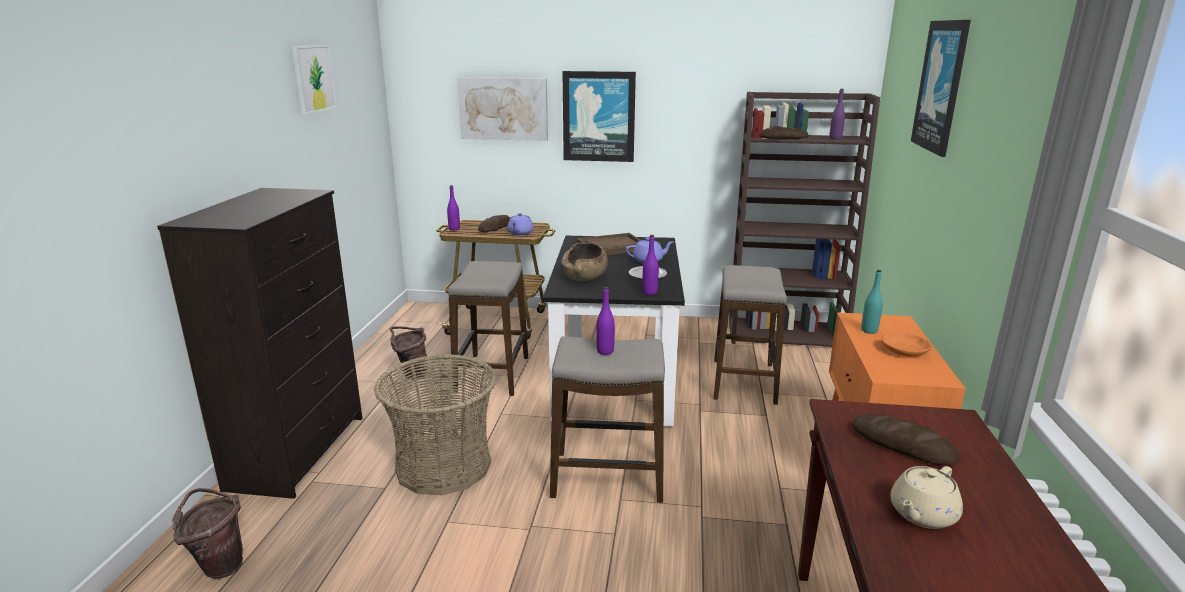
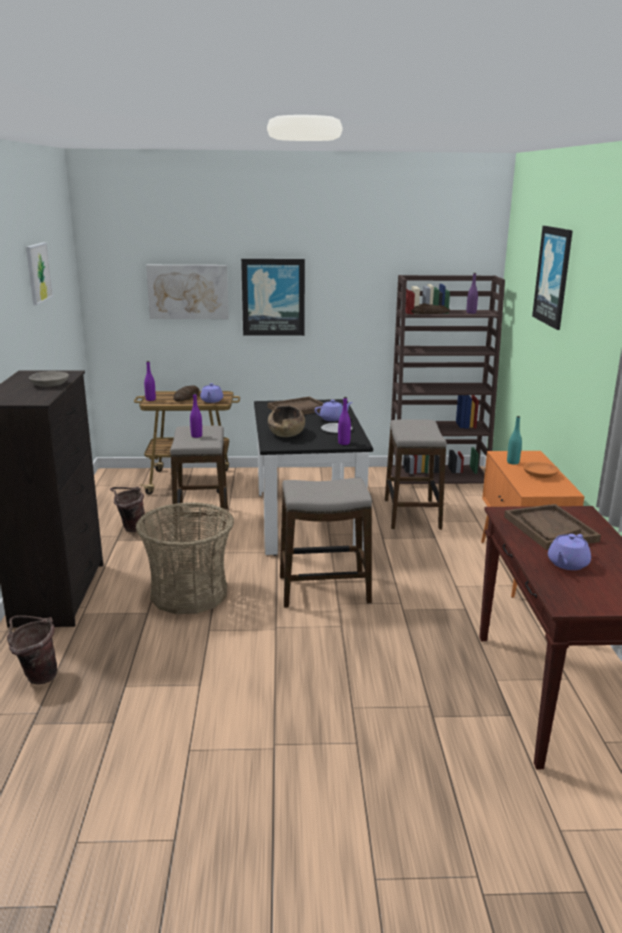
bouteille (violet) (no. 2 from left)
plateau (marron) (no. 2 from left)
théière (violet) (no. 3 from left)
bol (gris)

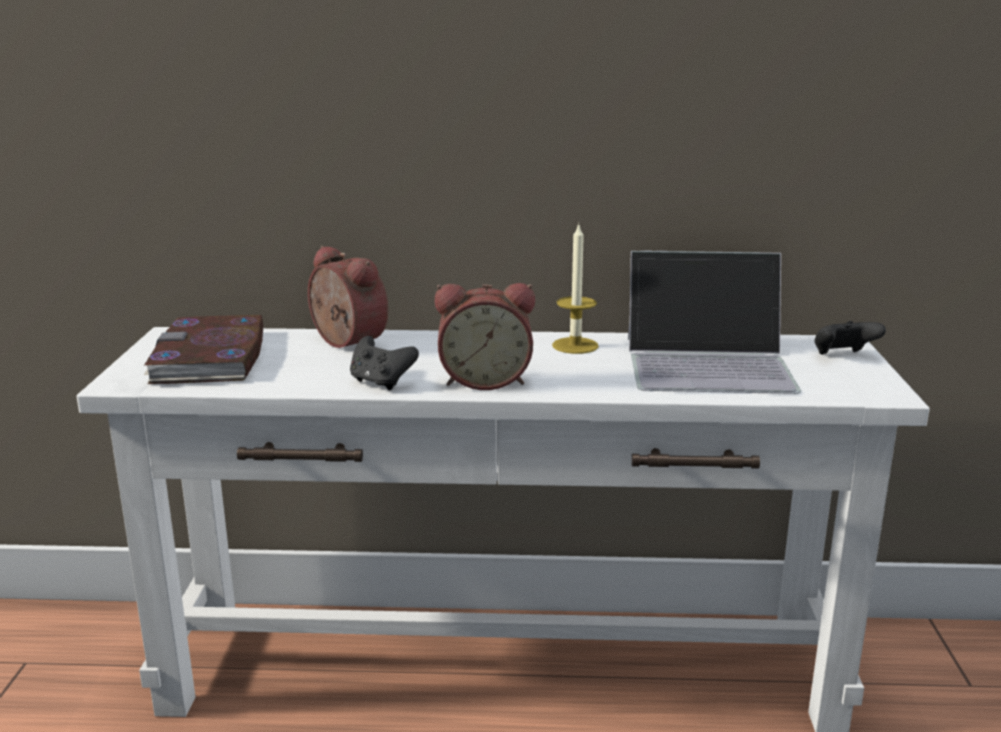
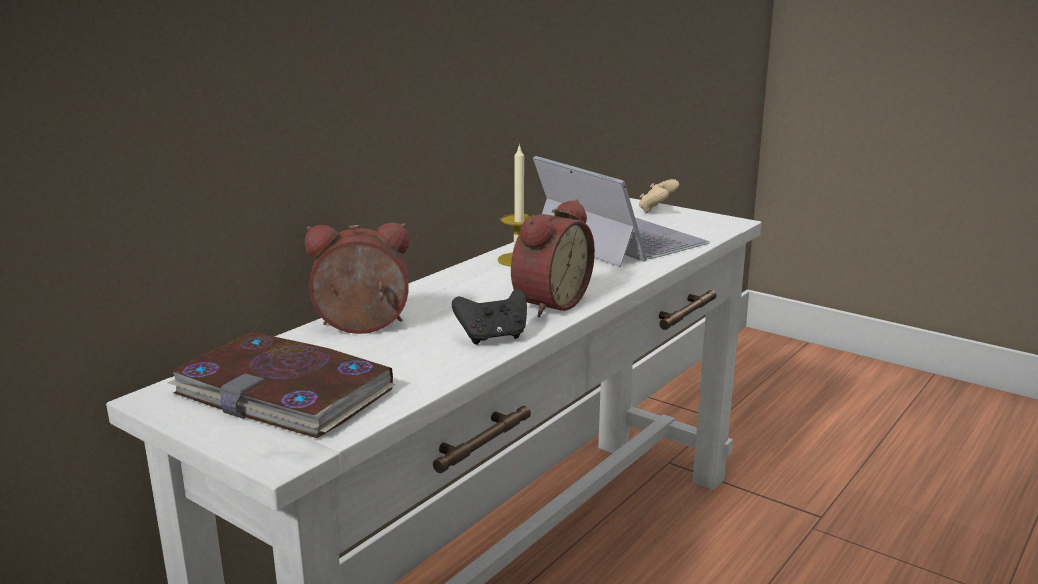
ordinateur portable
manette (beige)

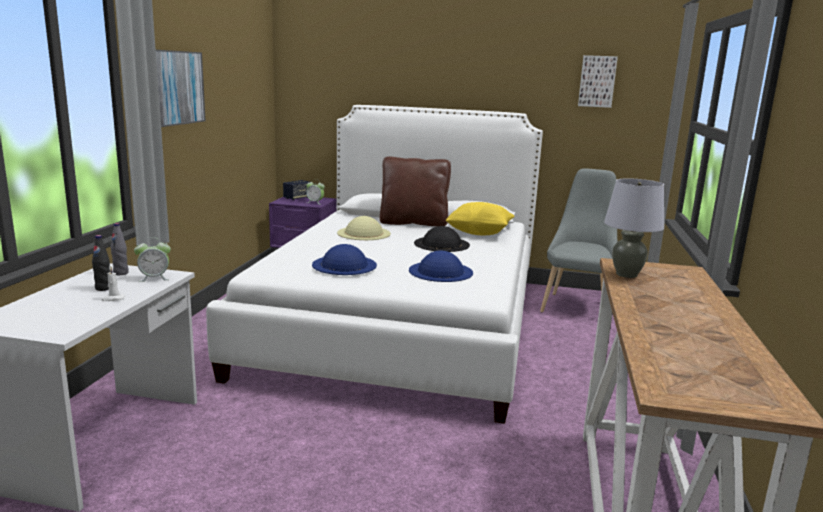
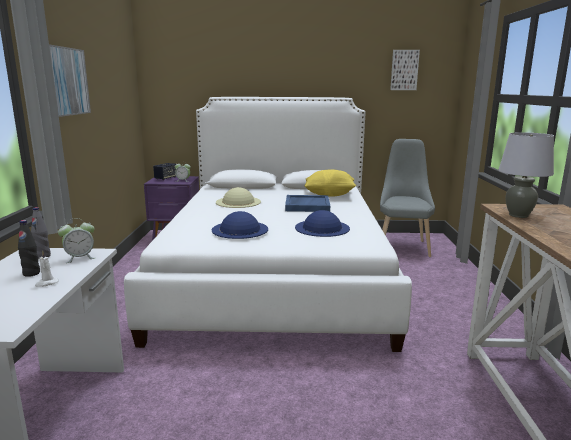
coussin (marron)
plateau (bleu)

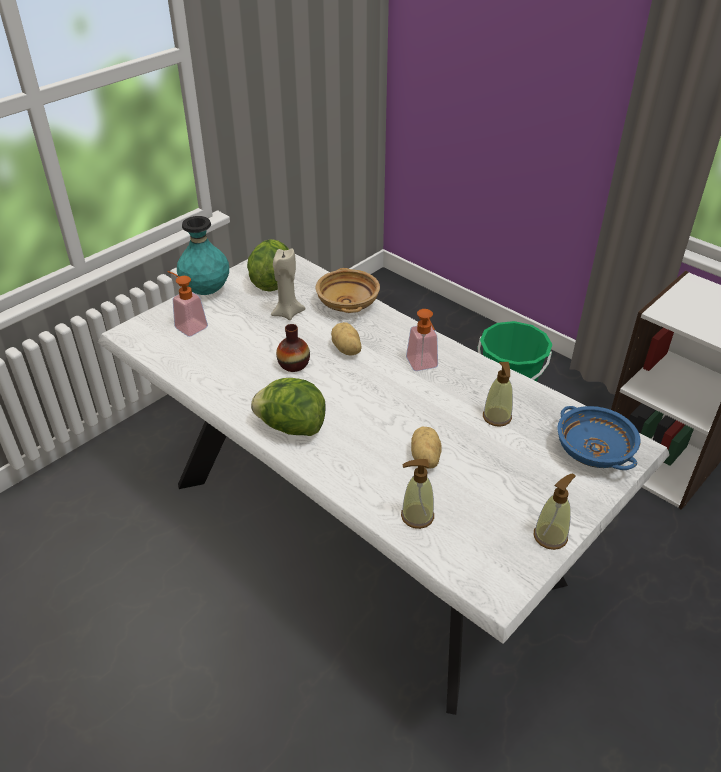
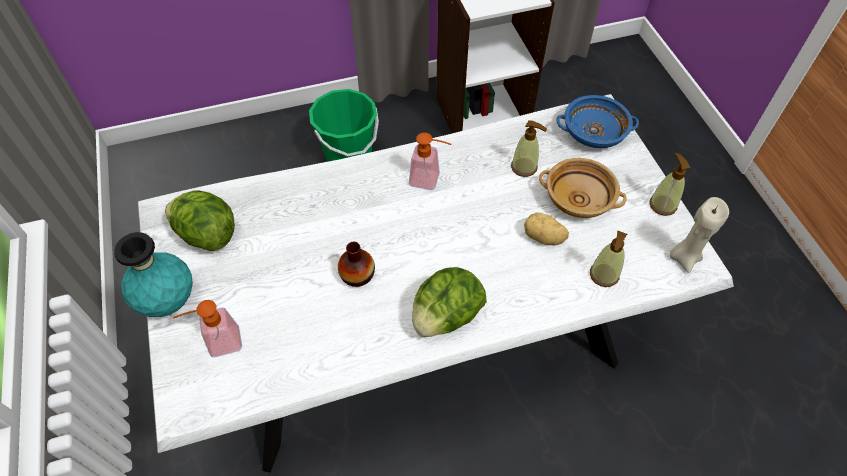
bougie (beige)
bol (beige)
pomme de terre (no. 1 from left in the first image)

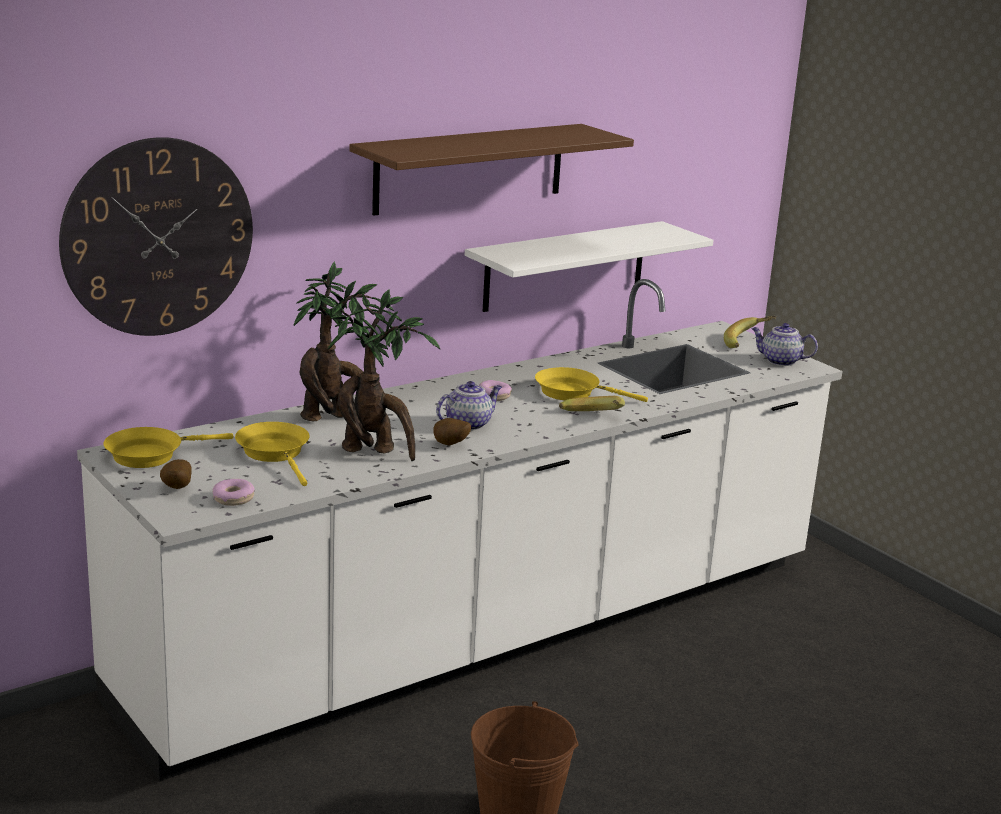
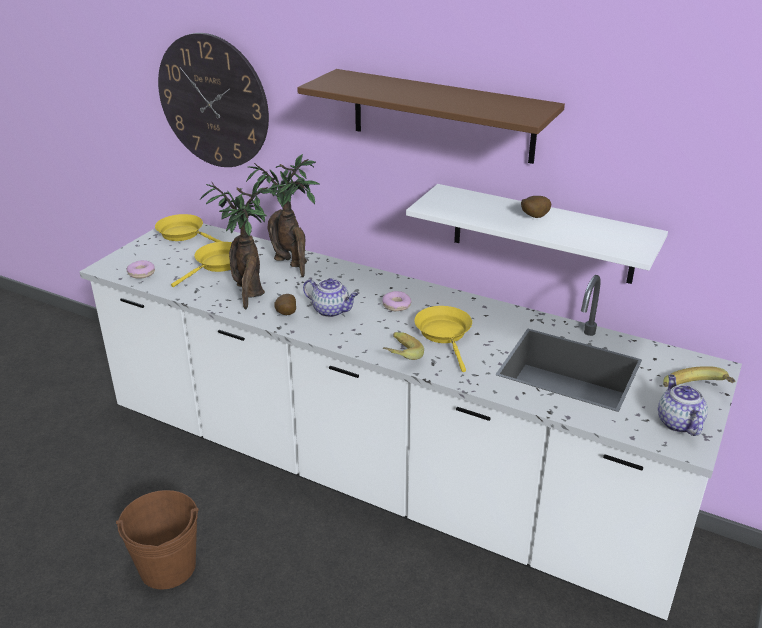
pomme de terre (no. 2 from left)

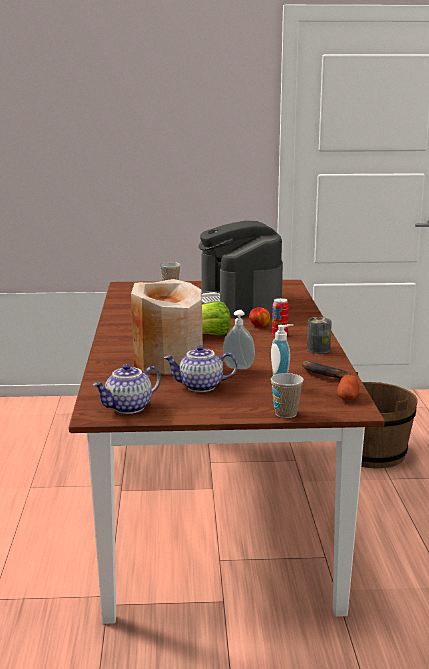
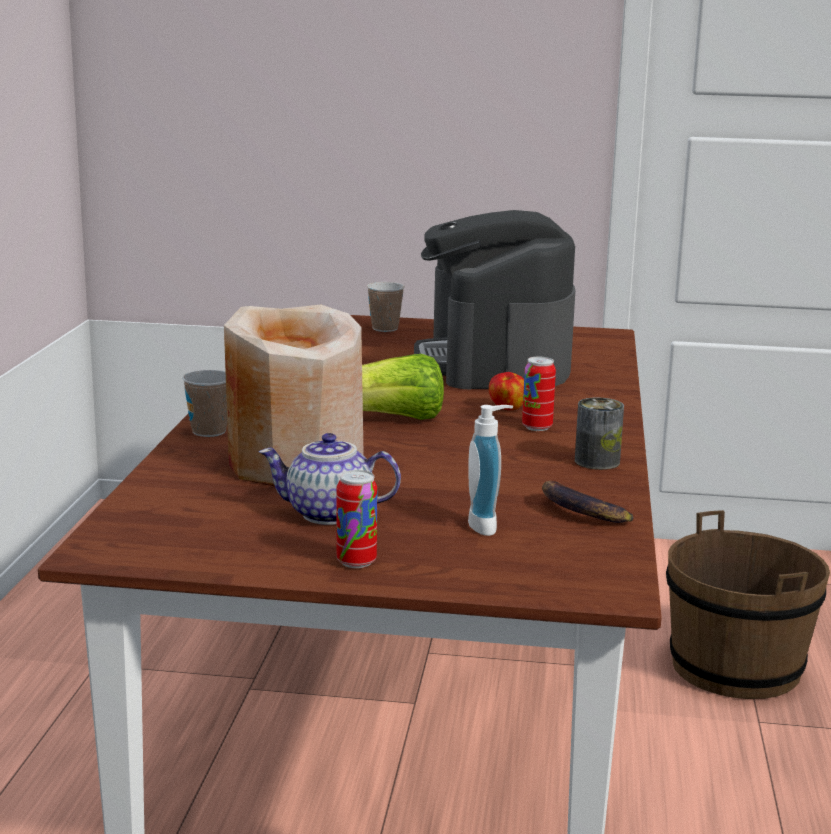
théière (no. 1 from left in the first image)
distributeur de savon (no. 1 from left in the first image)
tasse (no. 1 from left)
pomme de terre
boîte métallique (no. 1 from left)

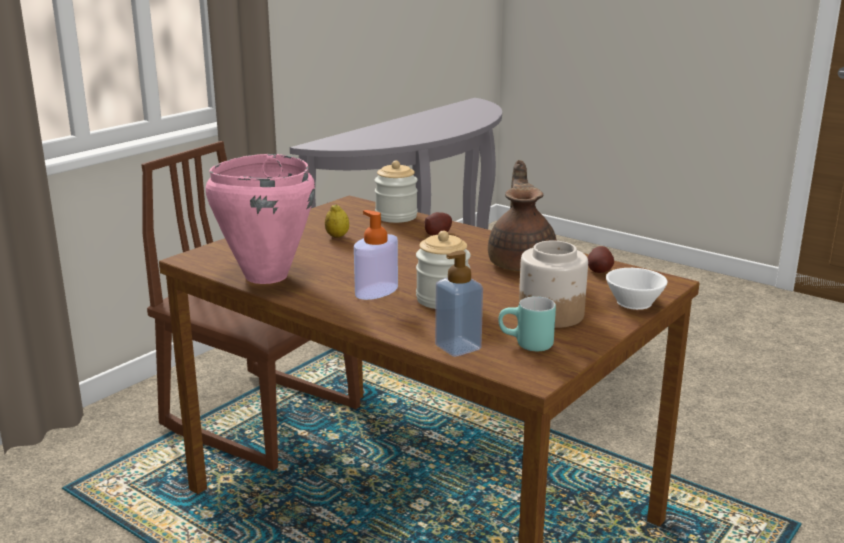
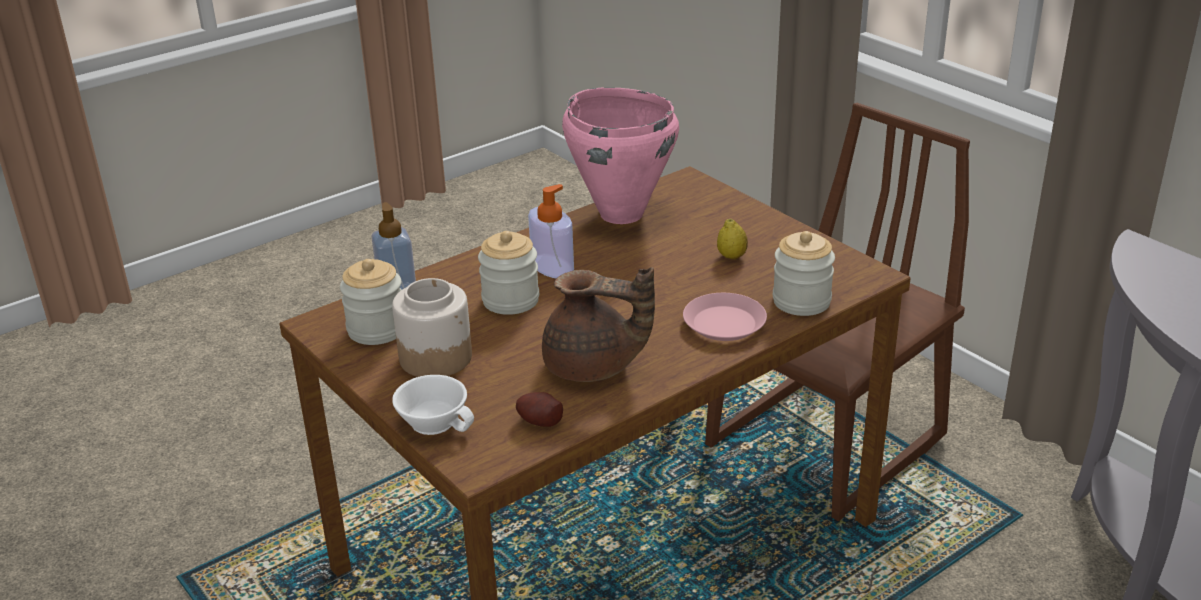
assiette (rose)
bocal (no. 1 from left)

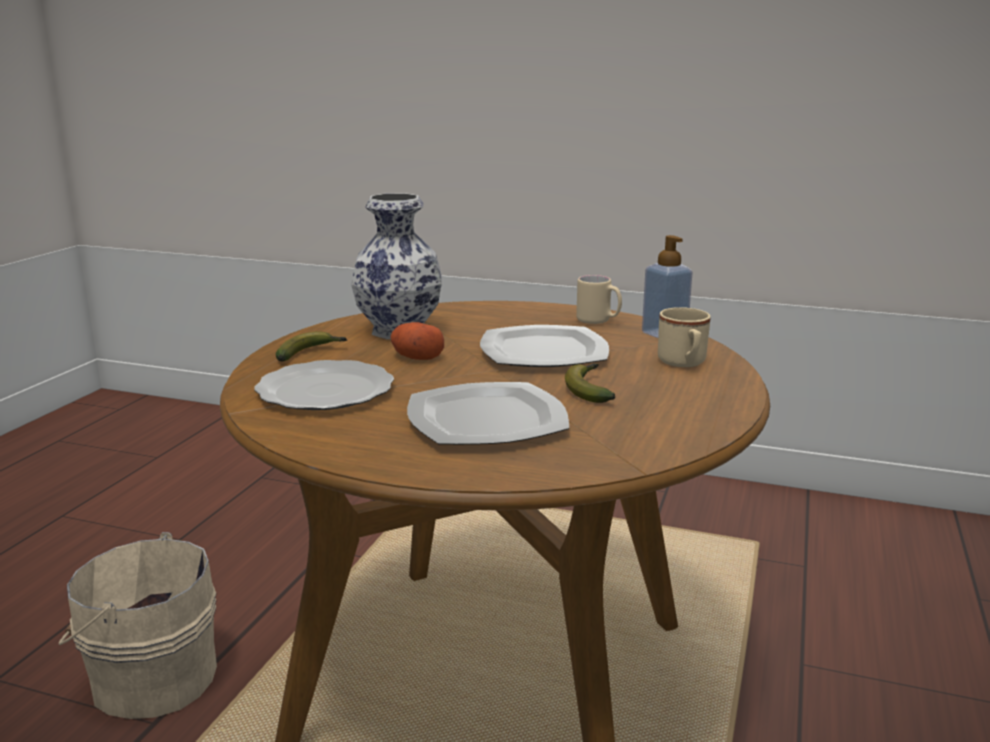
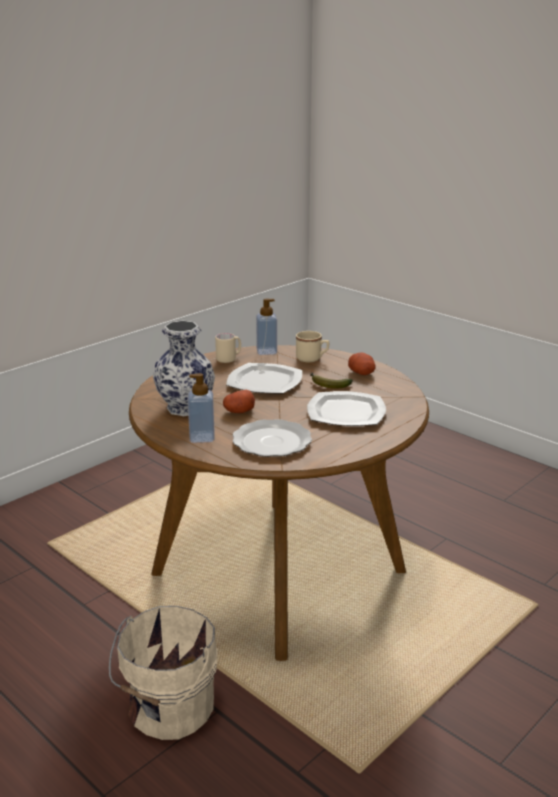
distributeur de savon (no. 1 from left)
pomme de terre (no. 2 from left)

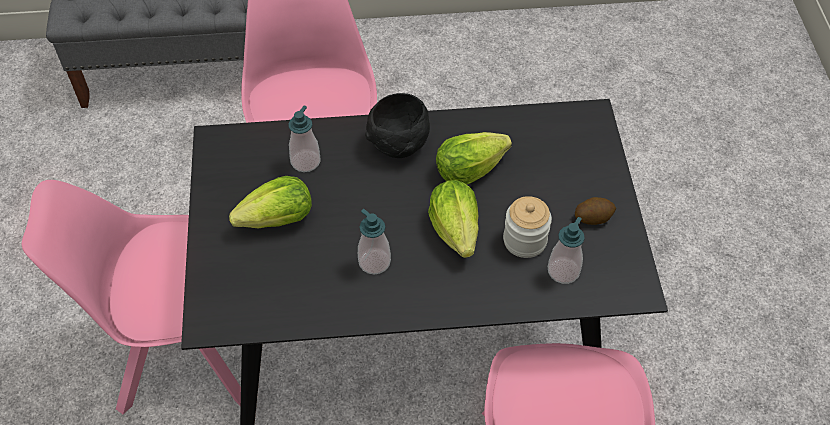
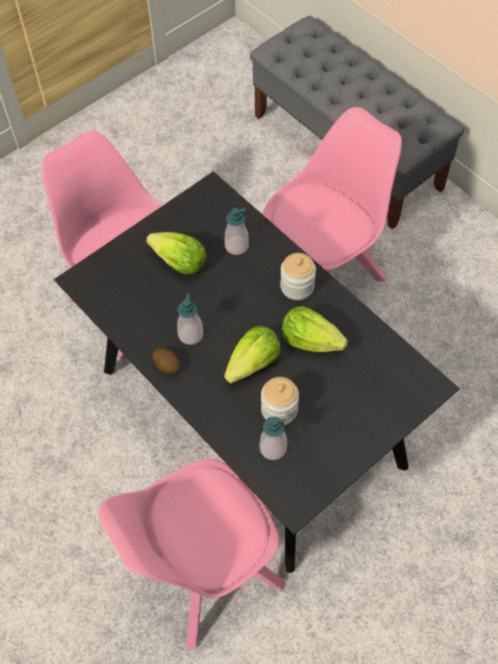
bocal (no. 2 from left)
pomme de terre

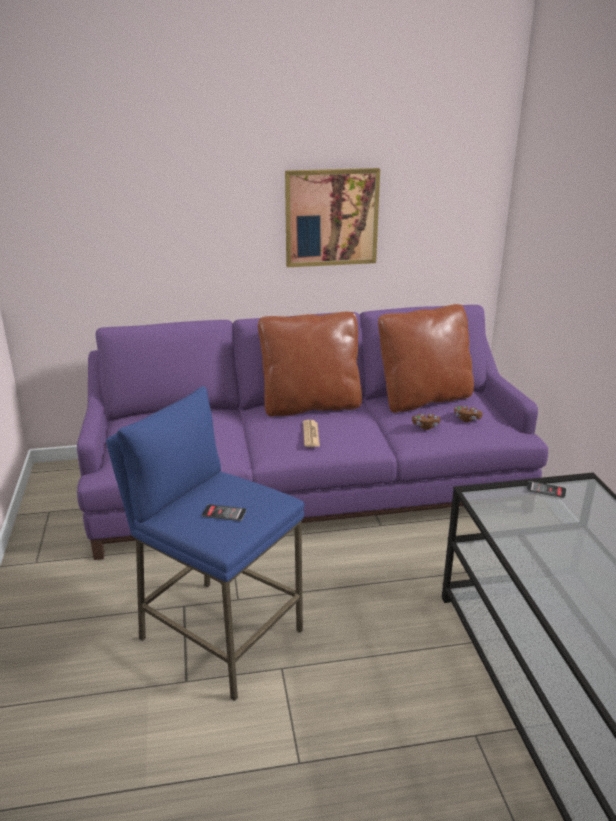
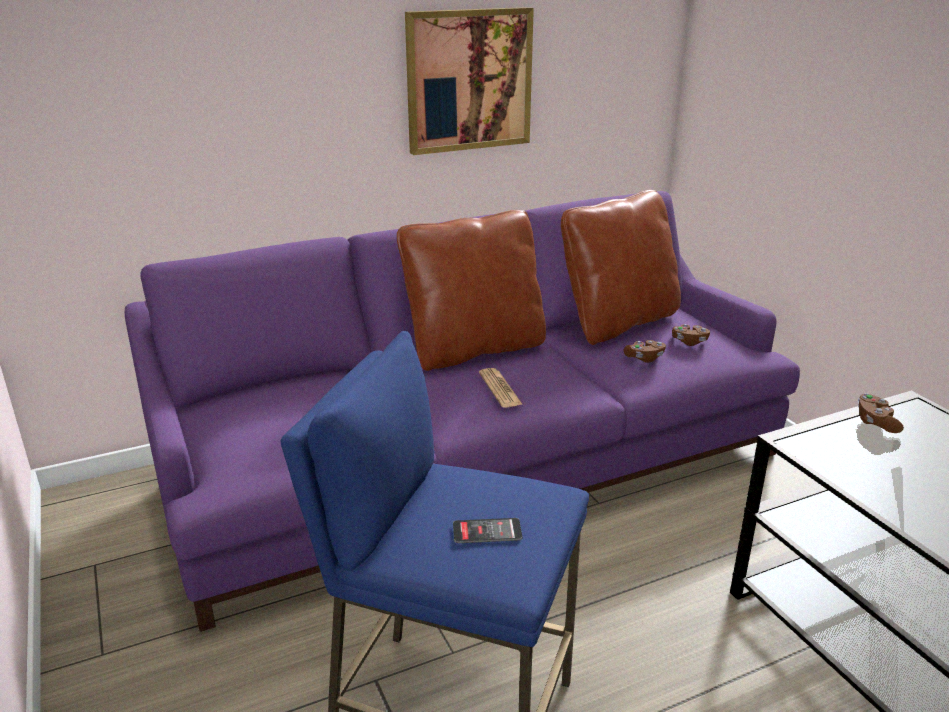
manette (marron) (no. 3 from left)

